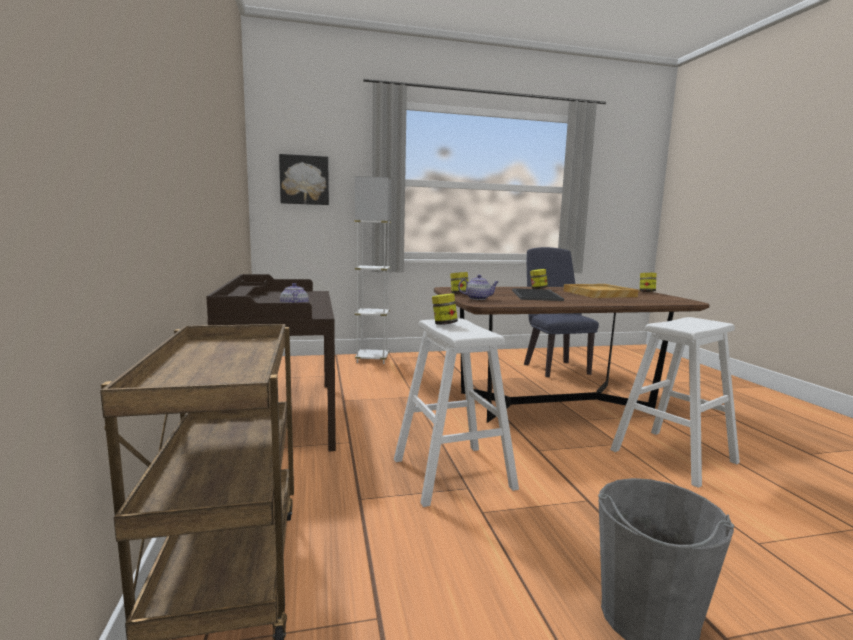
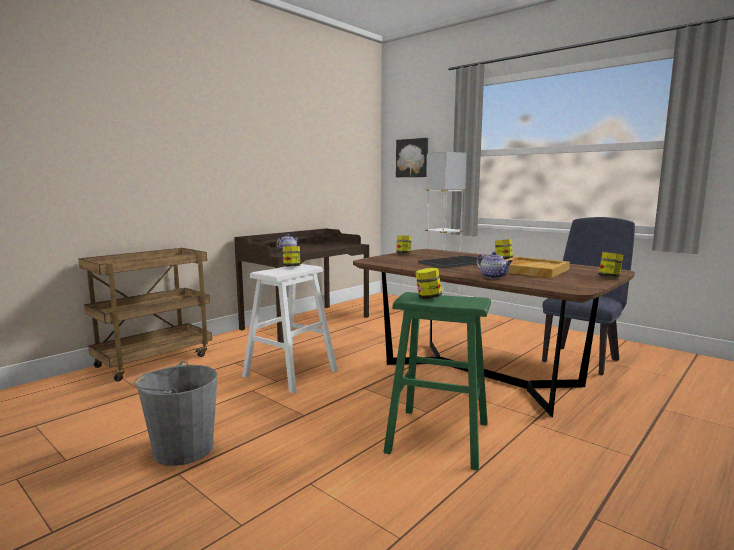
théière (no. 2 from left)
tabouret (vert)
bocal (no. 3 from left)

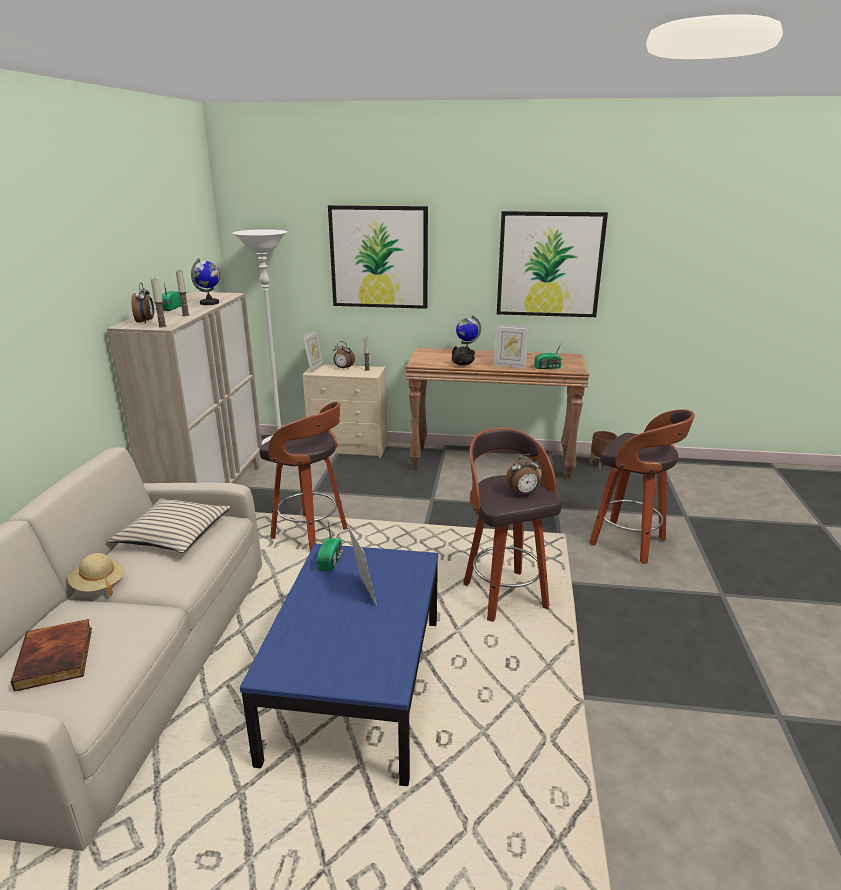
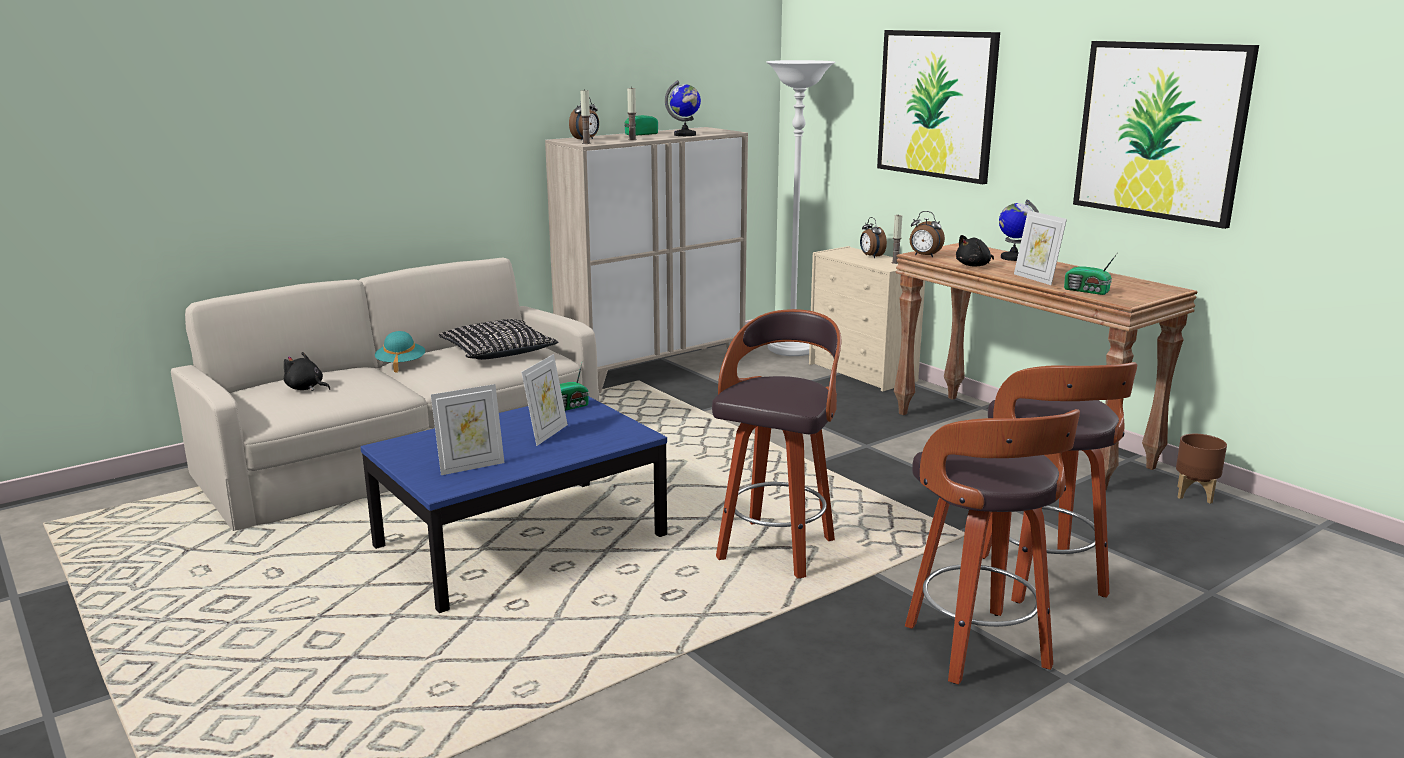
peluche (noir) (no. 1 from left)
chapeau (turquoise)
coussin (noir)
tabouret (no. 2 from left)
cadre photo (no. 1 from left)
réveil (no. 3 from left)

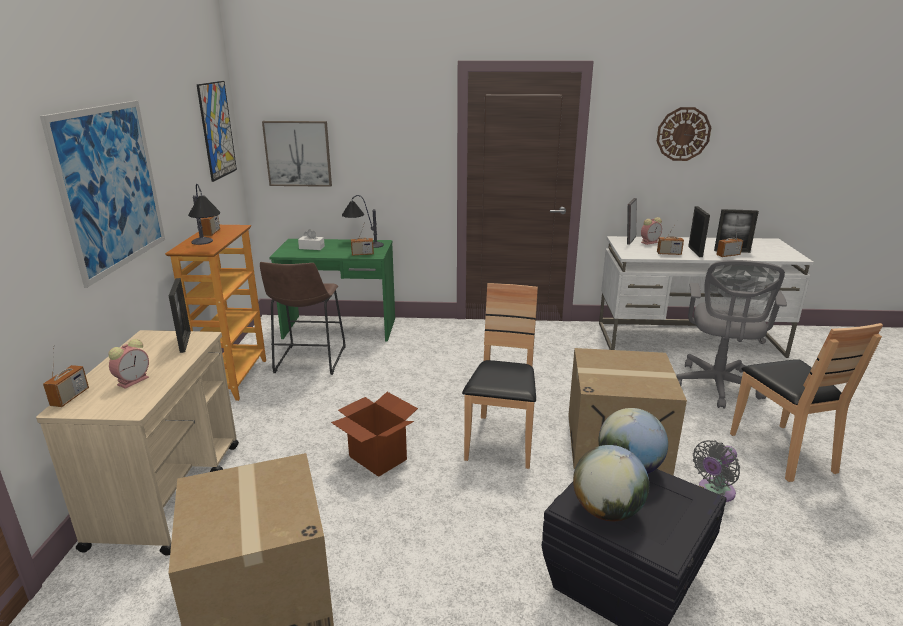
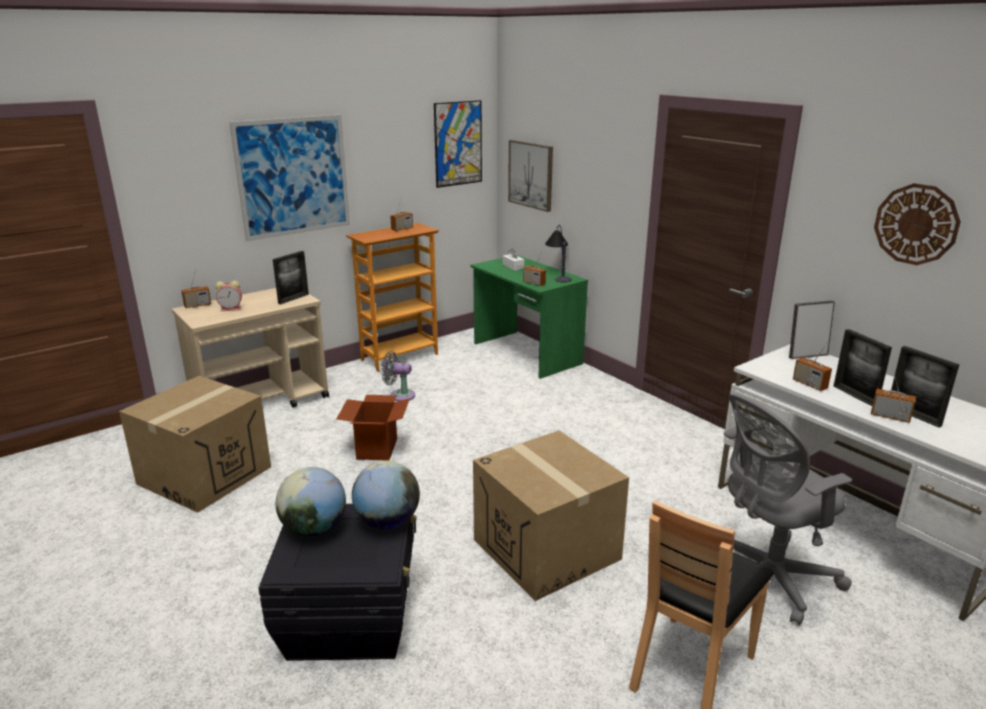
lampe de table (no. 1 from left in the first image)
tabouret (marron)
chaise (marron) (no. 1 from left in the first image)
réveil (no. 2 from left in the first image)
cadre photo (no. 3 from left)
ventilateur (gris)

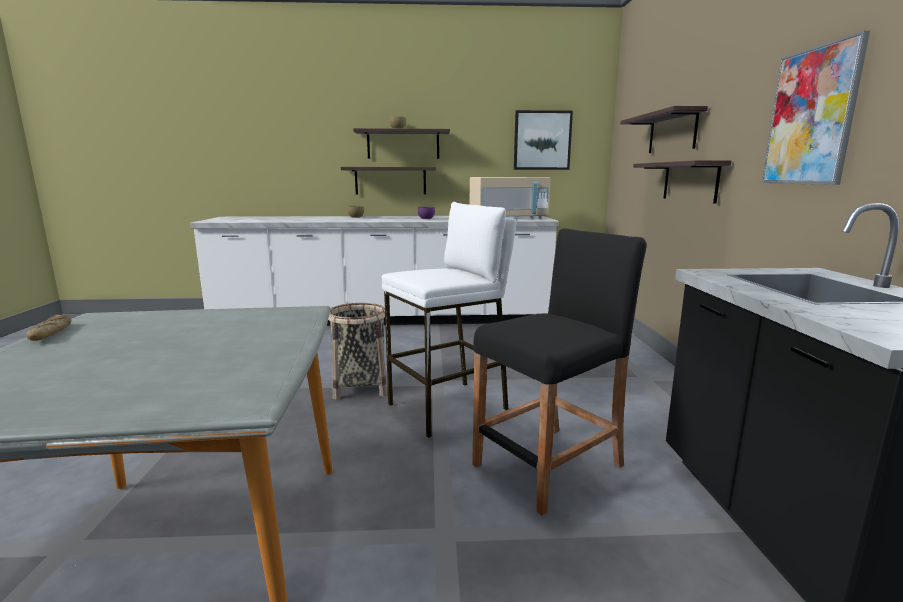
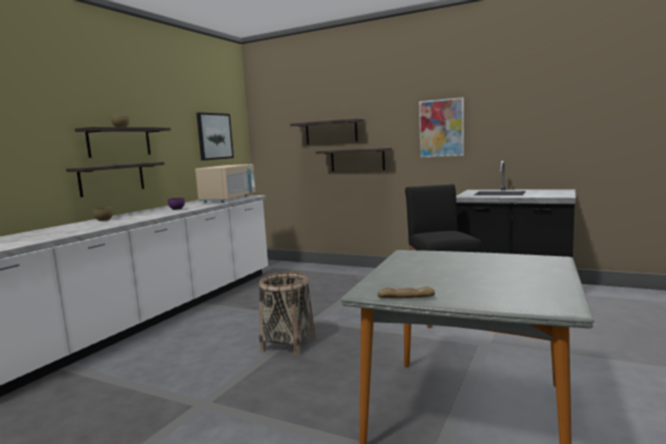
tabouret (blanc)

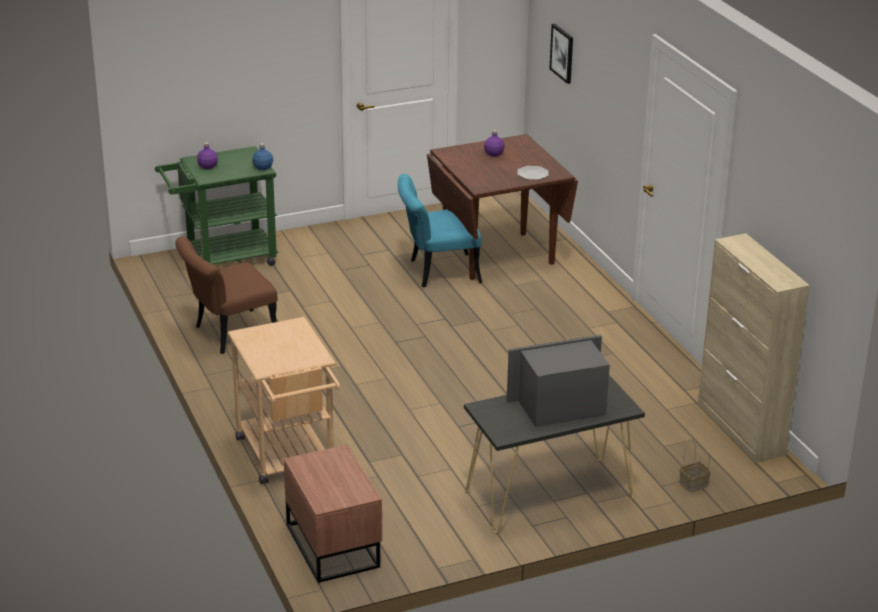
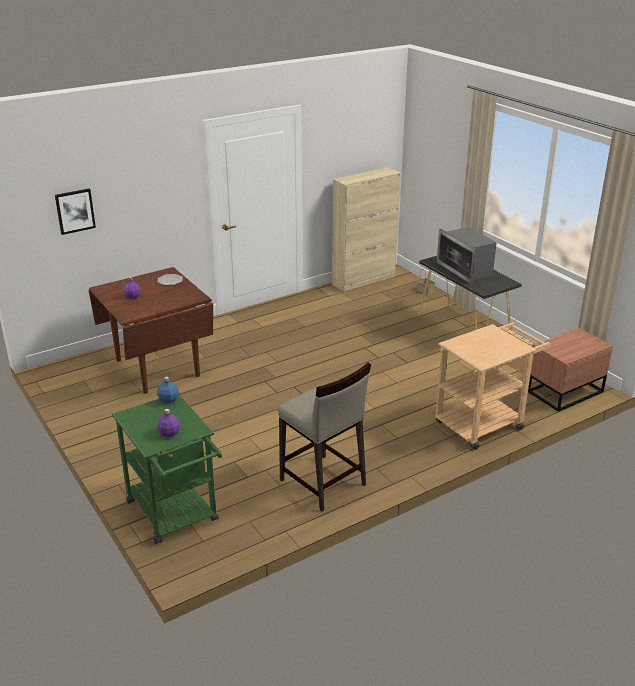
tabouret (beige)
chaise (turquoise)

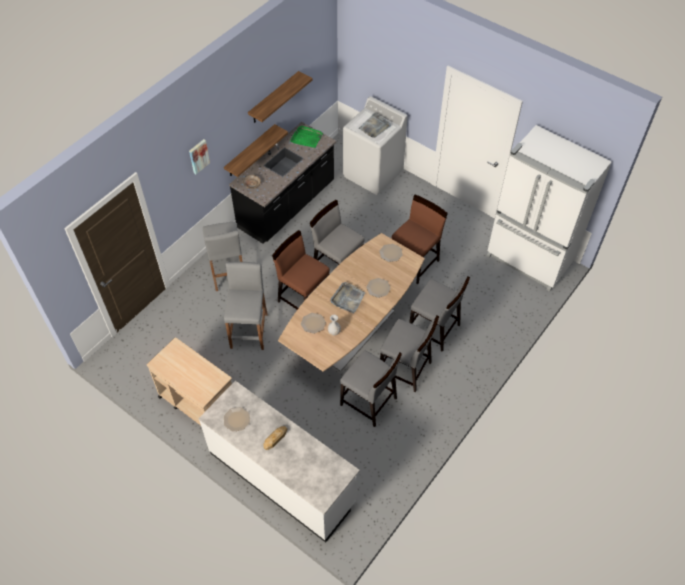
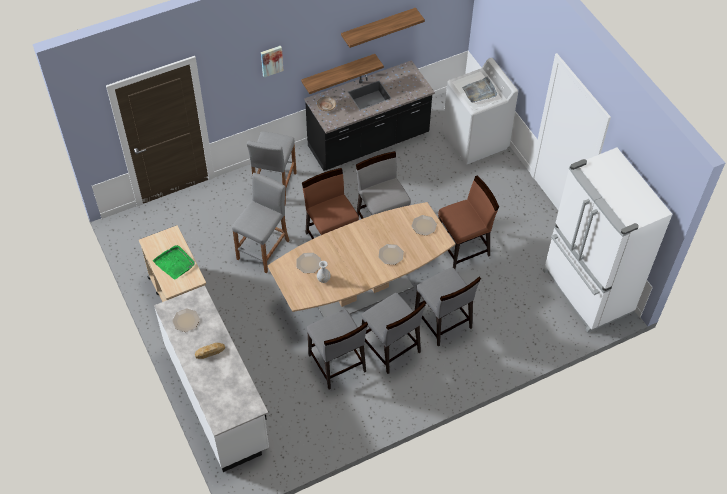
plateau (vert)
plateau (gris) (no. 1 from left in the first image)

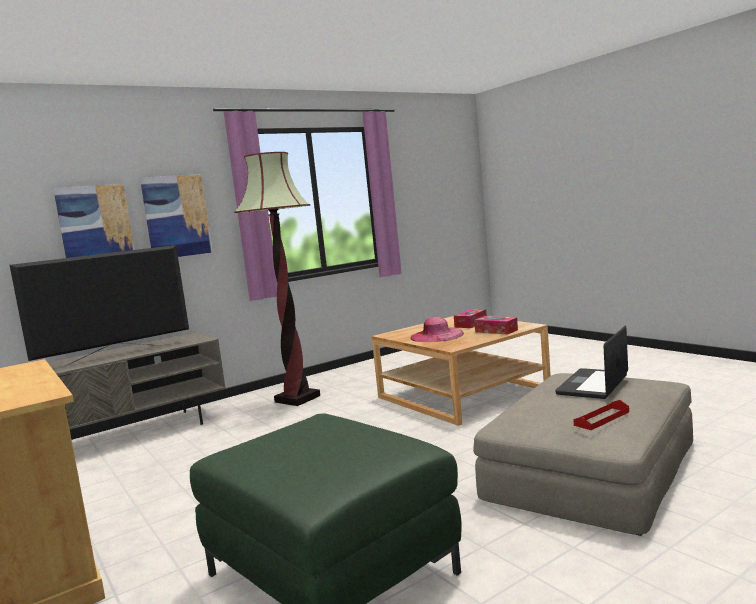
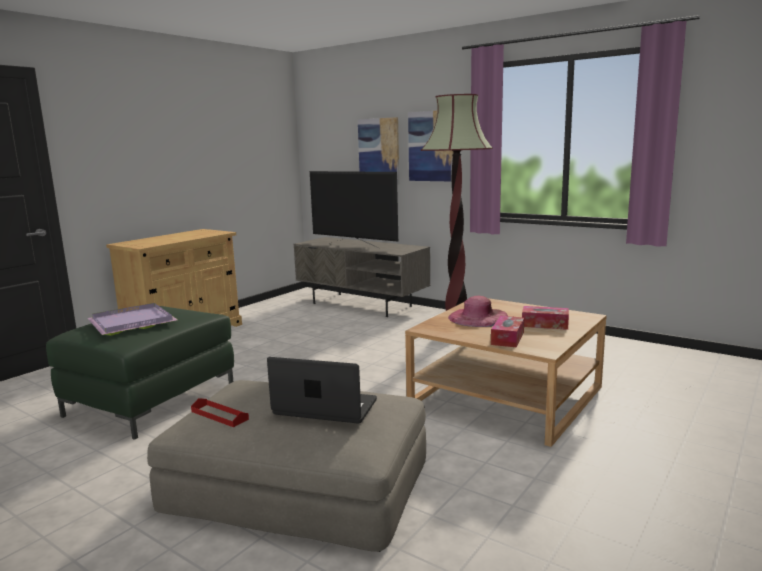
plateau (violet)

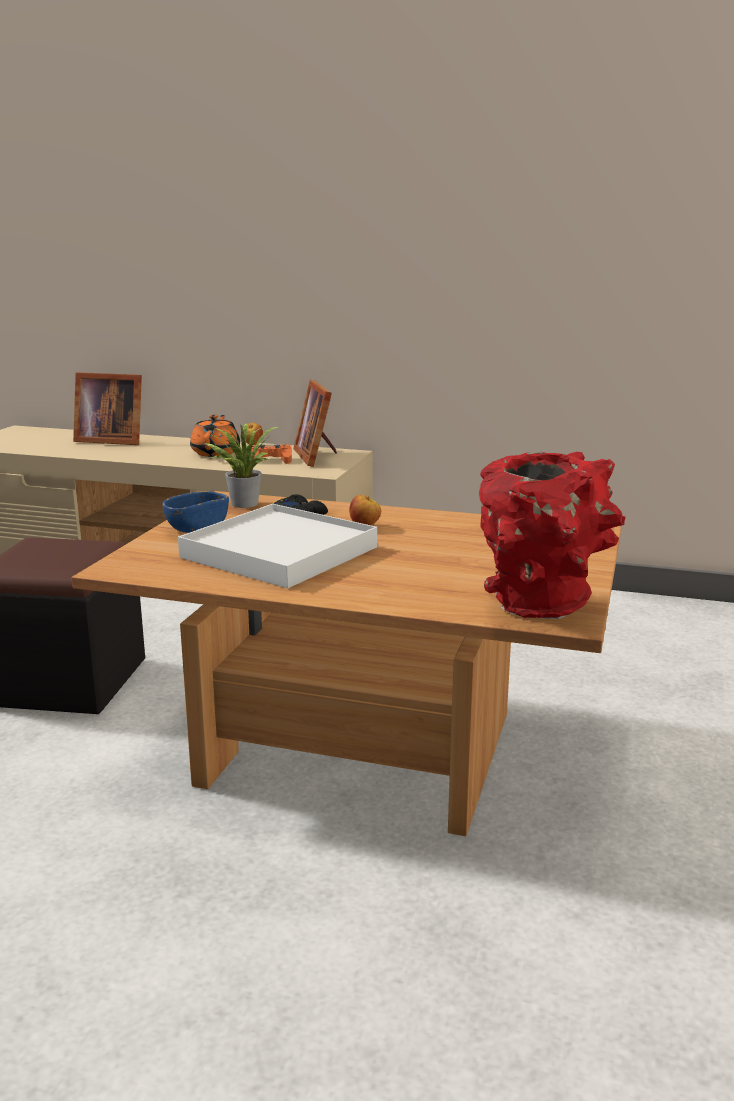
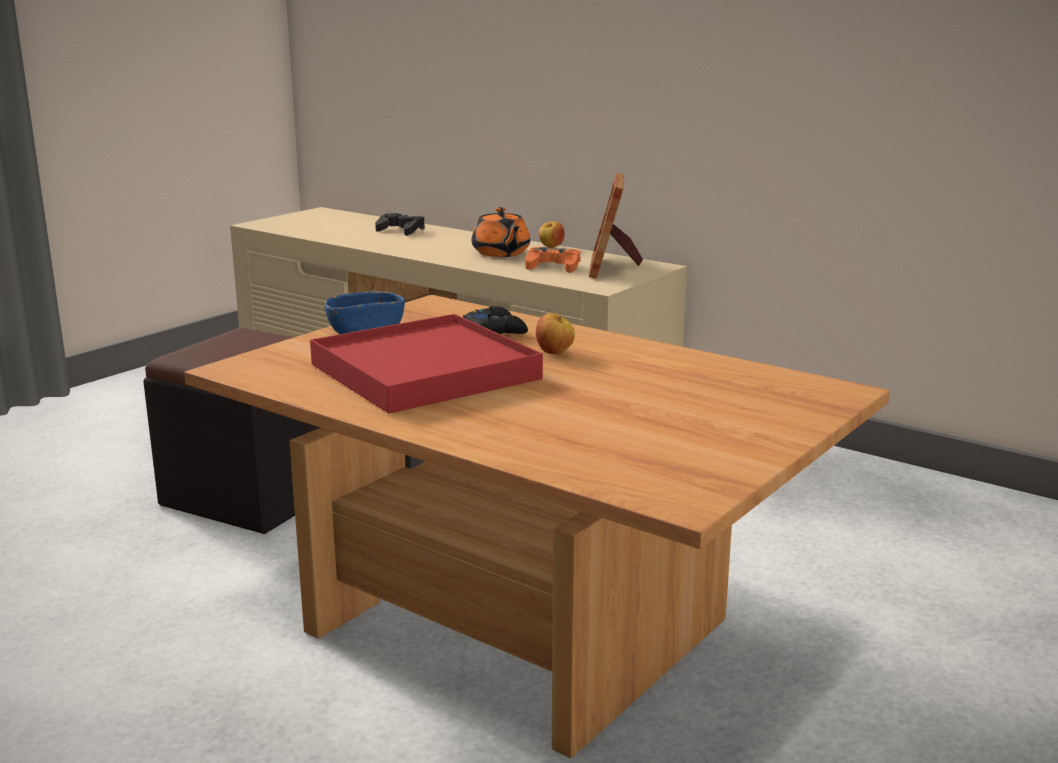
manette (noir) (no. 1 from left)
plateau (rouge)
théière (orange)
plante en pot
vase (rouge)

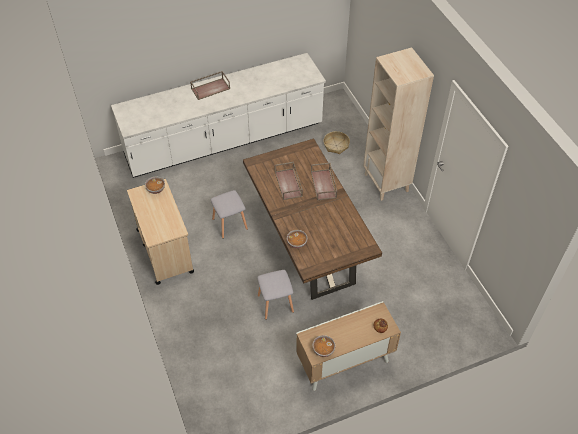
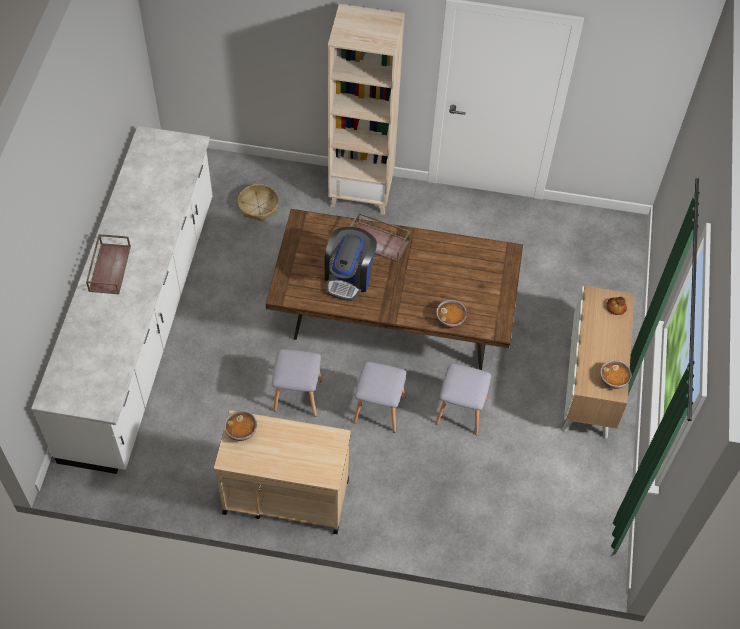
machine à café
tabouret (gris) (no. 2 from left)

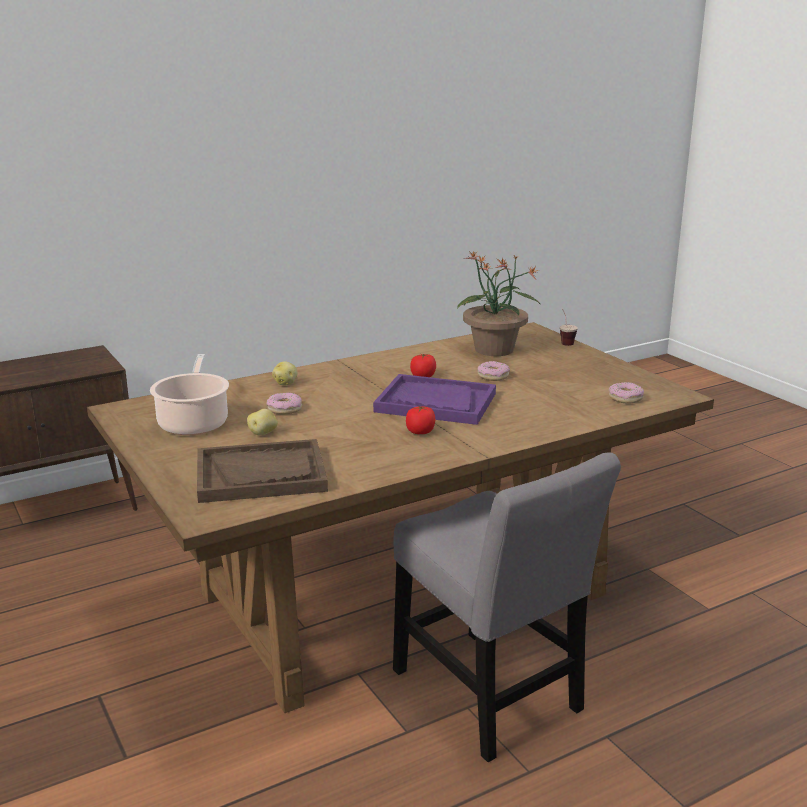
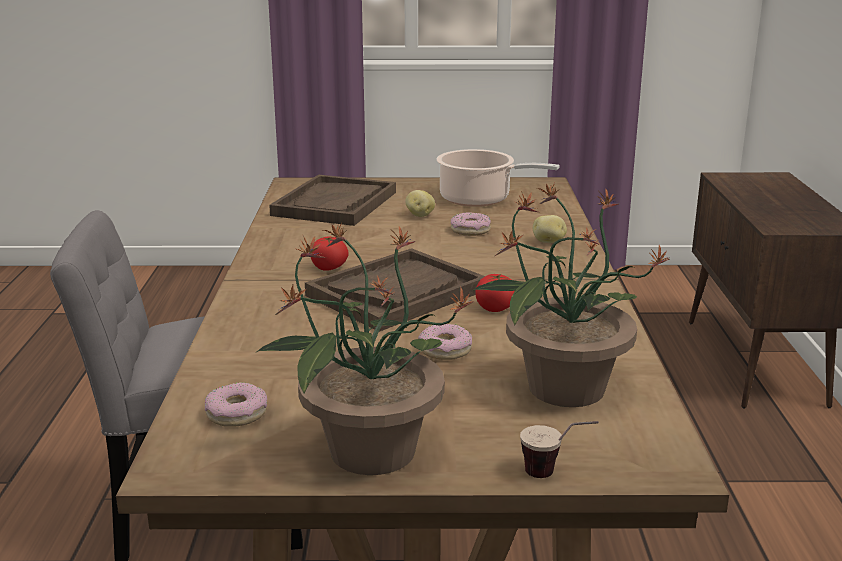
plateau (marron) (no. 2 from left)
plante en pot (no. 1 from left)

